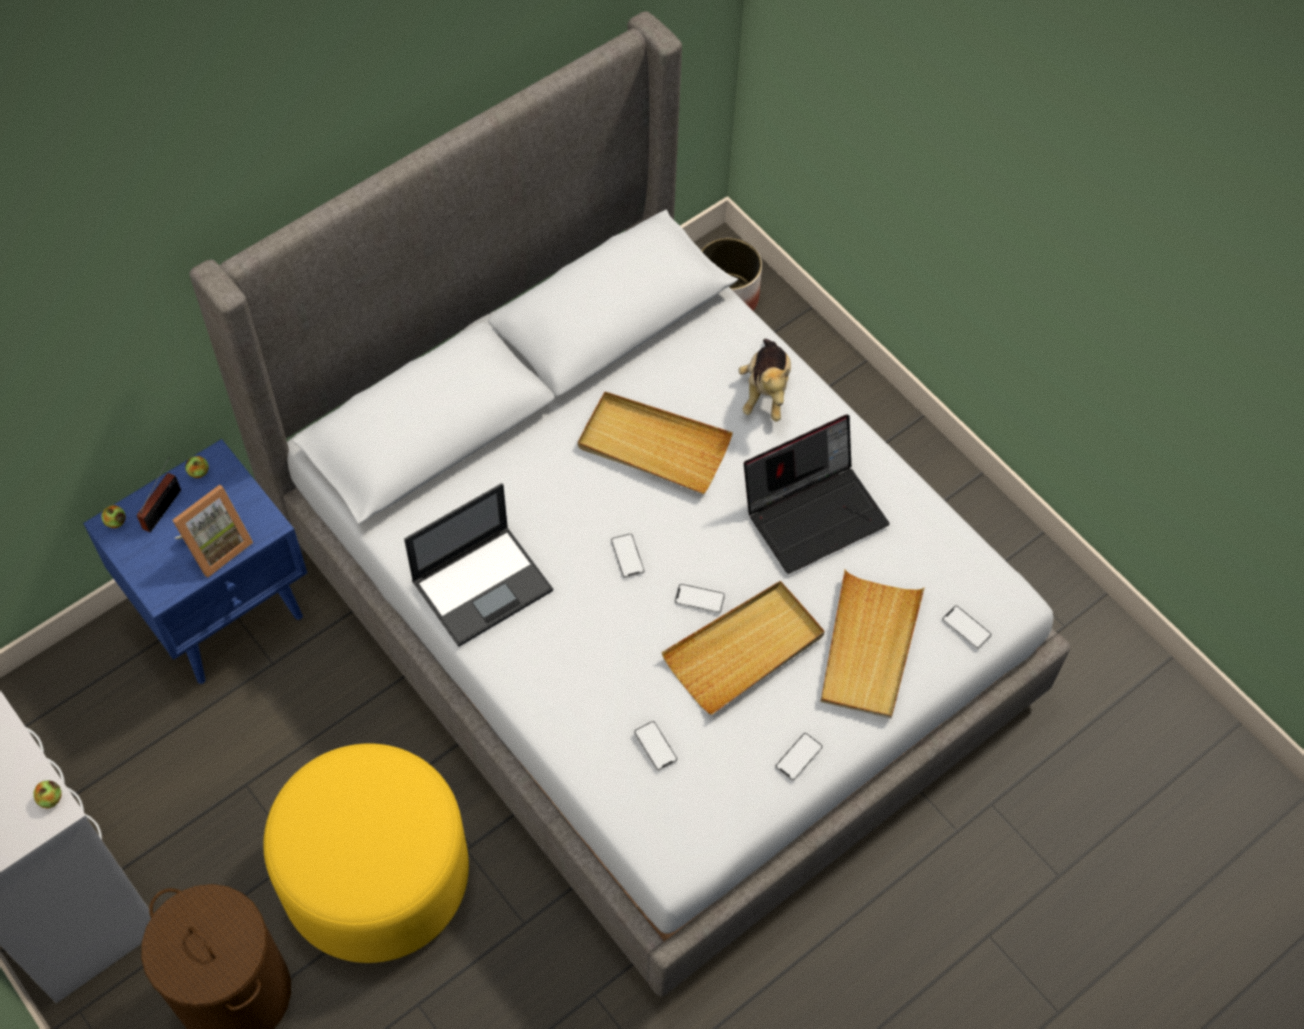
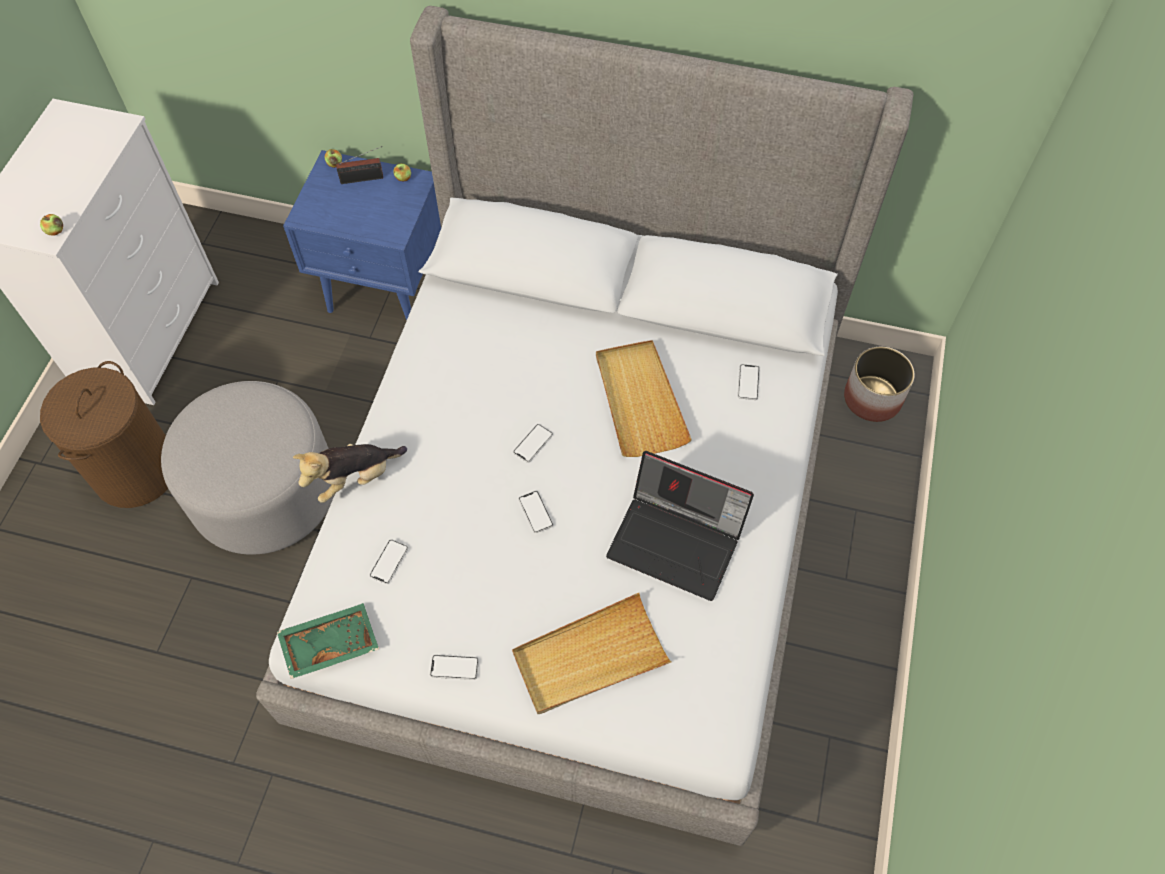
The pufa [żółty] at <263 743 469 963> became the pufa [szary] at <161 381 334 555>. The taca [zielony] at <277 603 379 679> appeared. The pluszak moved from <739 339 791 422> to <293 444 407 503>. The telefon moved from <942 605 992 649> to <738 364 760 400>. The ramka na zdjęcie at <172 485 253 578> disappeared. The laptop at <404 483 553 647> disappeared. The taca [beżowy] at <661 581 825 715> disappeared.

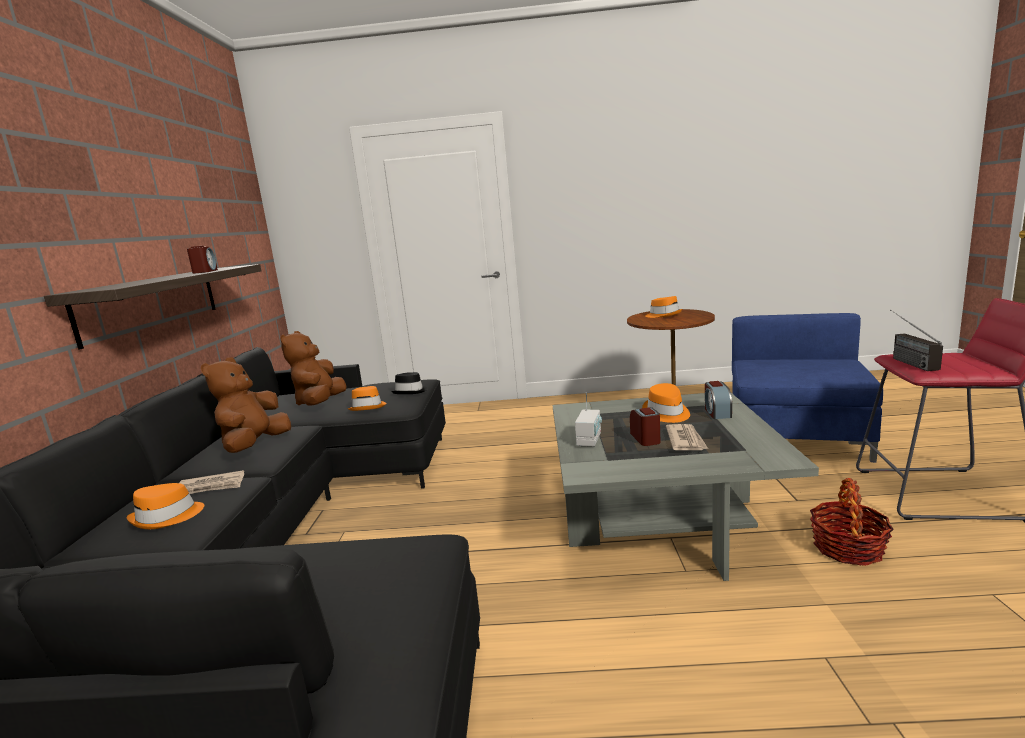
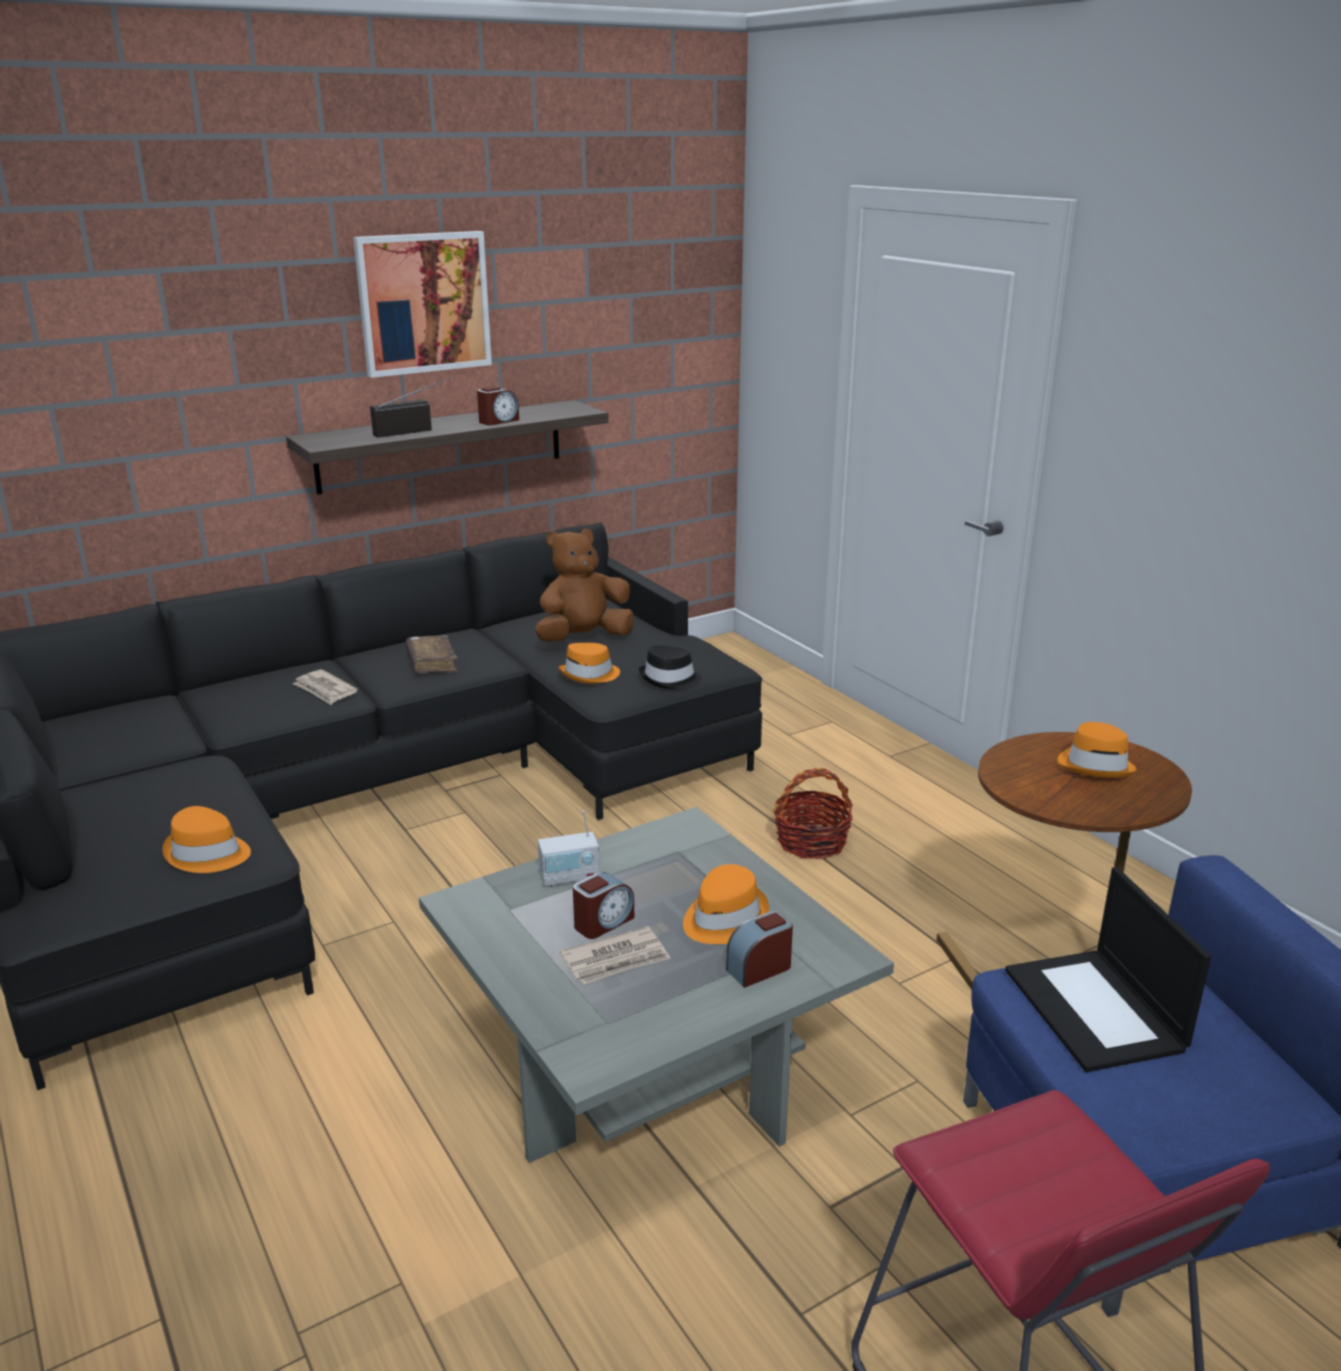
The kapelusz [pomarańczowy] moved from <126 483 204 529> to <162 806 251 873>. The obraz at <353 231 492 378> appeared. The radio moved from <890 310 943 371> to <370 375 456 438>. The pluszak [brązowy] at <201 357 291 453> was replaced by the książka [brązowy] at <405 635 458 673>. The koszyk moved from <810 478 894 566> to <773 768 853 859>. The laptop at <1005 867 1211 1072> appeared.

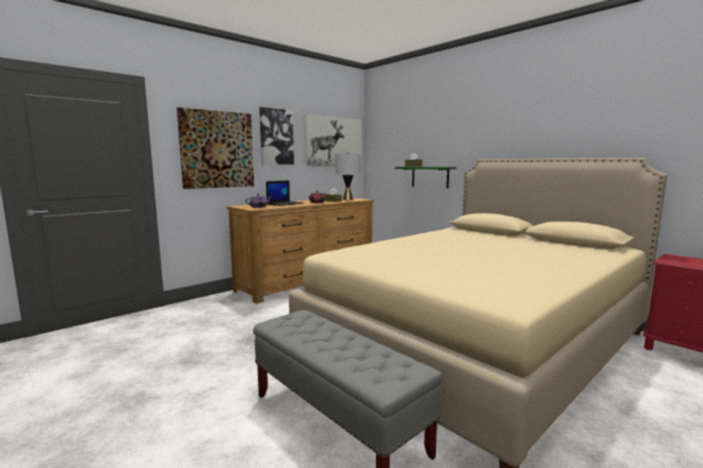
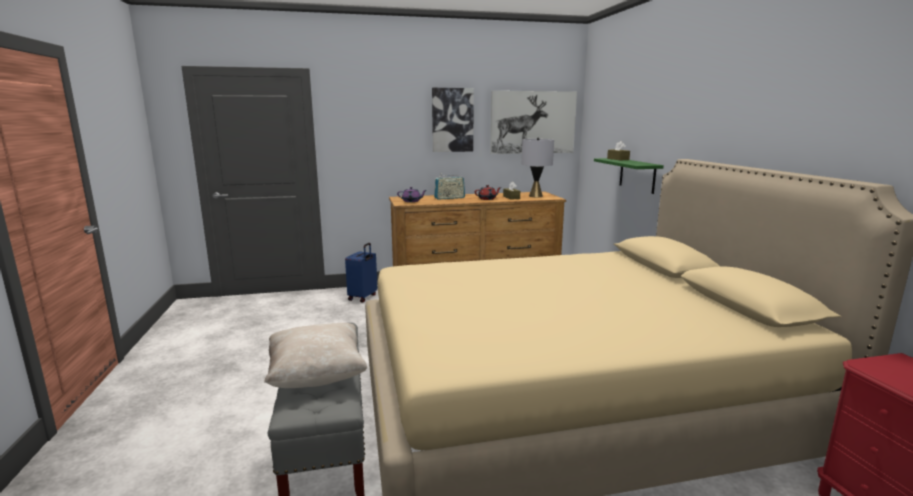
The poduszka [beżowy] at <264 323 367 388> appeared. The walizka [niebieski] at <345 243 377 303> appeared. The laptop at <266 180 303 206> was replaced by the radio at <434 175 465 200>. The obraz at <177 107 254 189> disappeared.

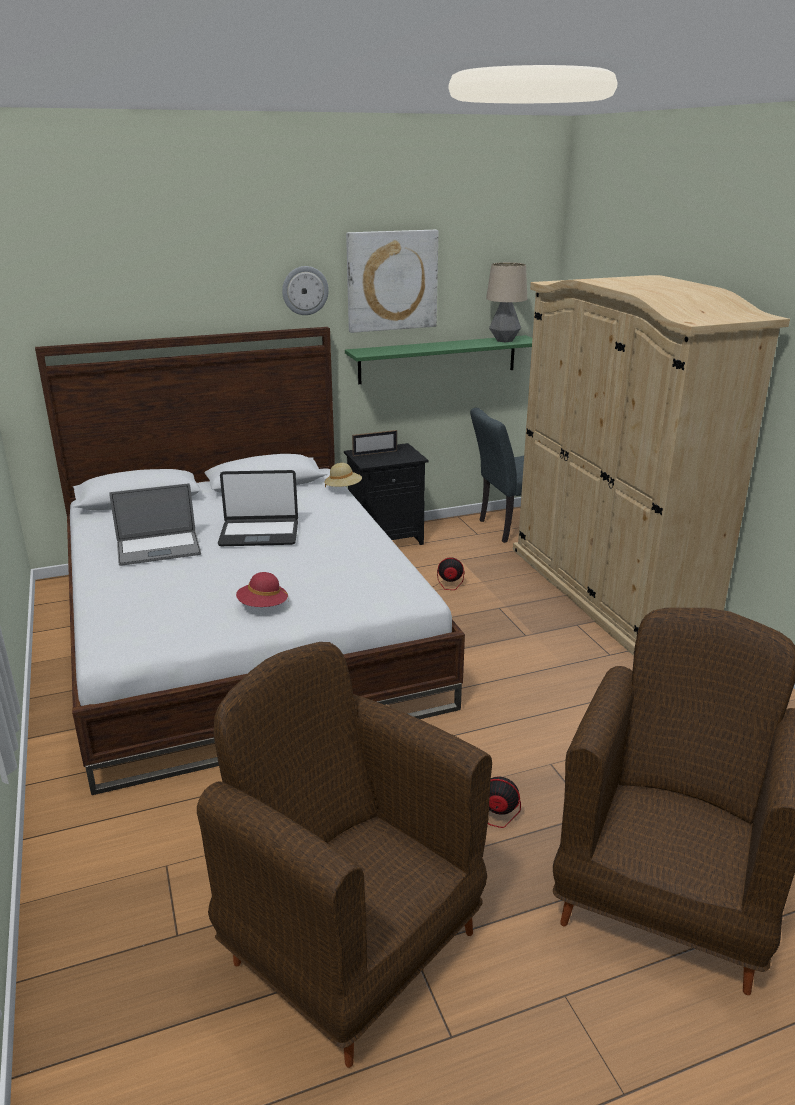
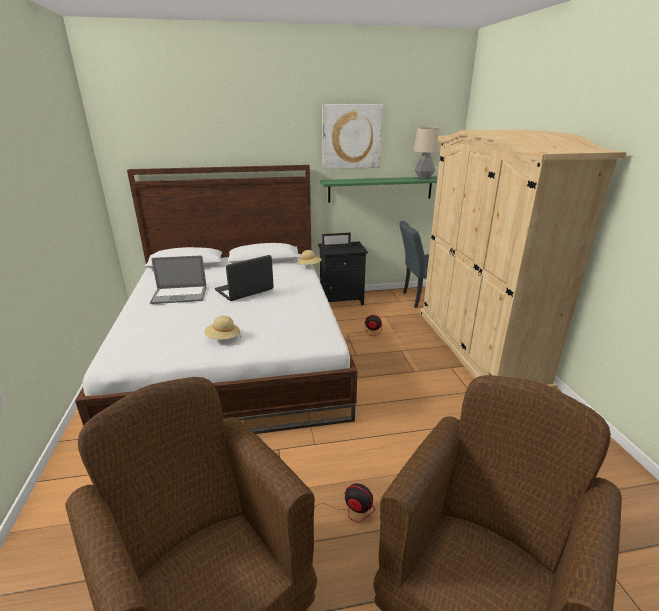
The kapelusz [czerwony] at <236 572 289 607> became the kapelusz [beżowy] at <204 316 241 340>. The laptop at <218 470 298 546> turned 135 degrees clockwise. The zegar ścienny at <282 266 329 315> disappeared.

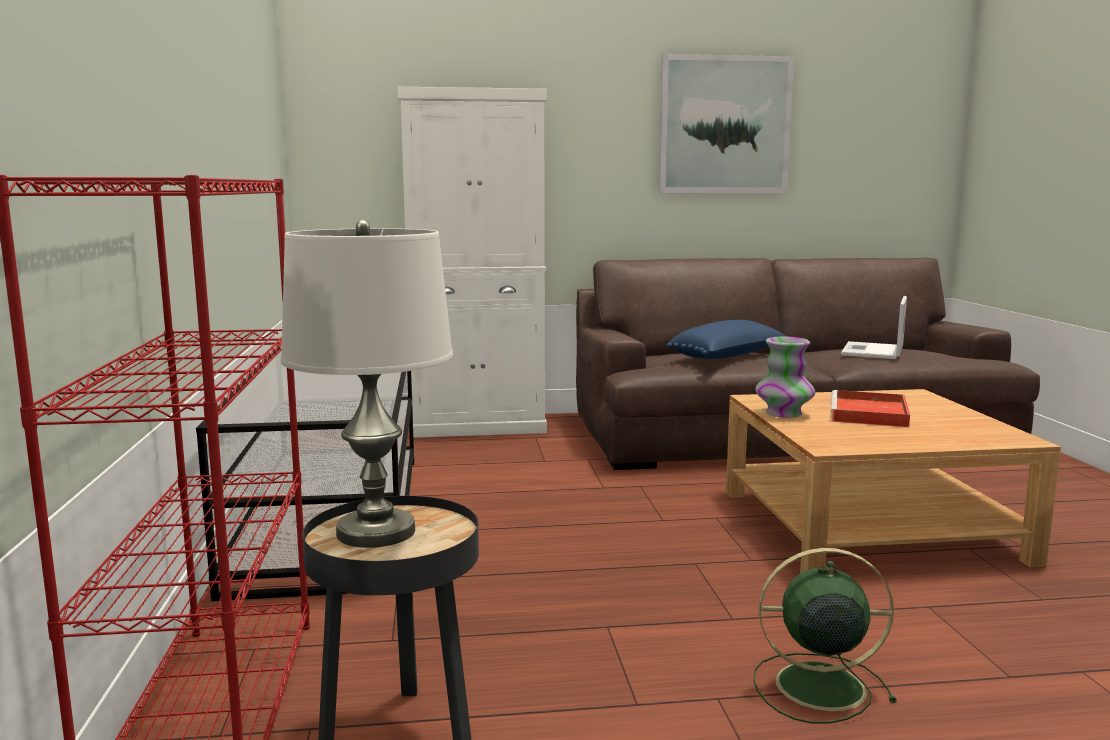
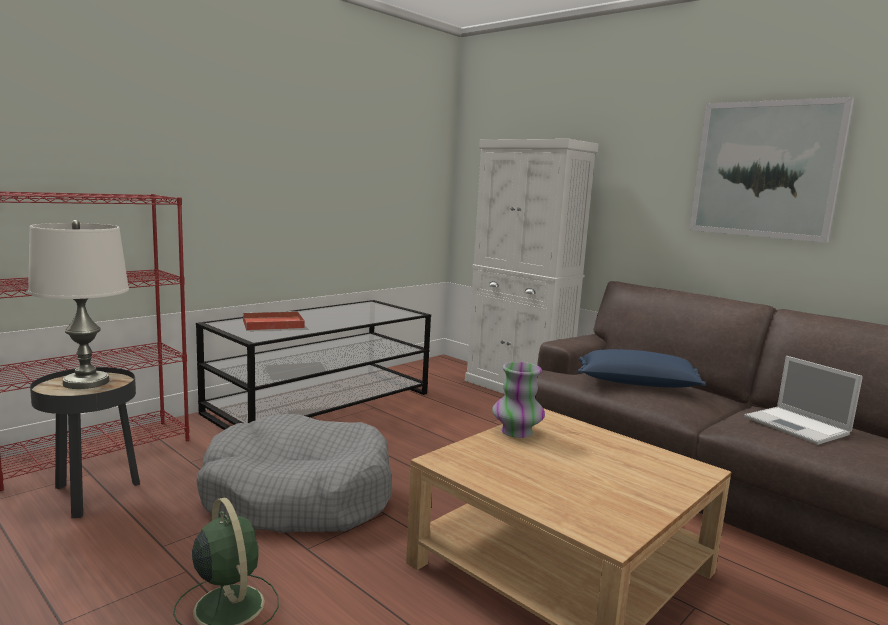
The legowisko [szary] at <196 413 392 533> appeared. The taca [czerwony] moved from <831 390 910 427> to <243 311 305 330>. The laptop at <841 296 907 359> turned 105 degrees counterclockwise.

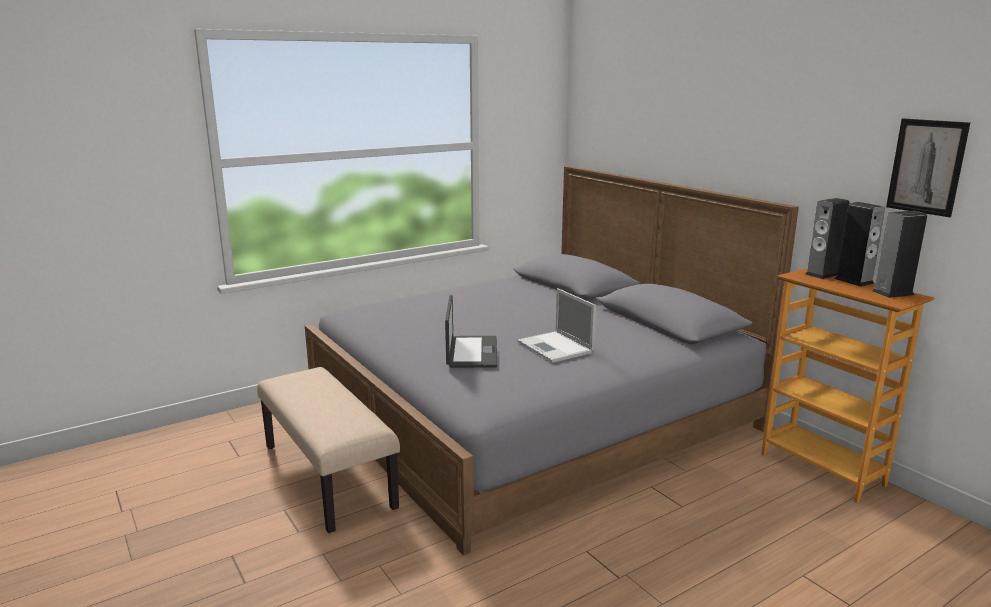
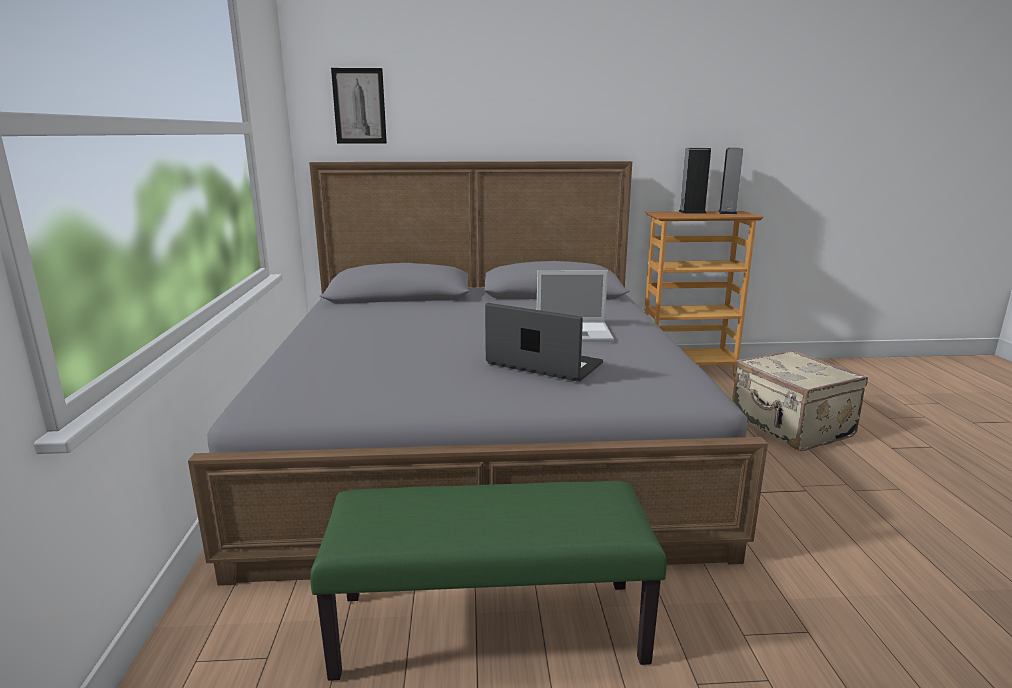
The ławka [beżowy] at <257 367 400 533> became the ławka [zielony] at <310 481 667 681>. The obraz moved from <886 119 970 217> to <331 68 387 144>. The walizka [beżowy] at <732 350 868 451> appeared. The głośnik at <805 198 850 279> disappeared.

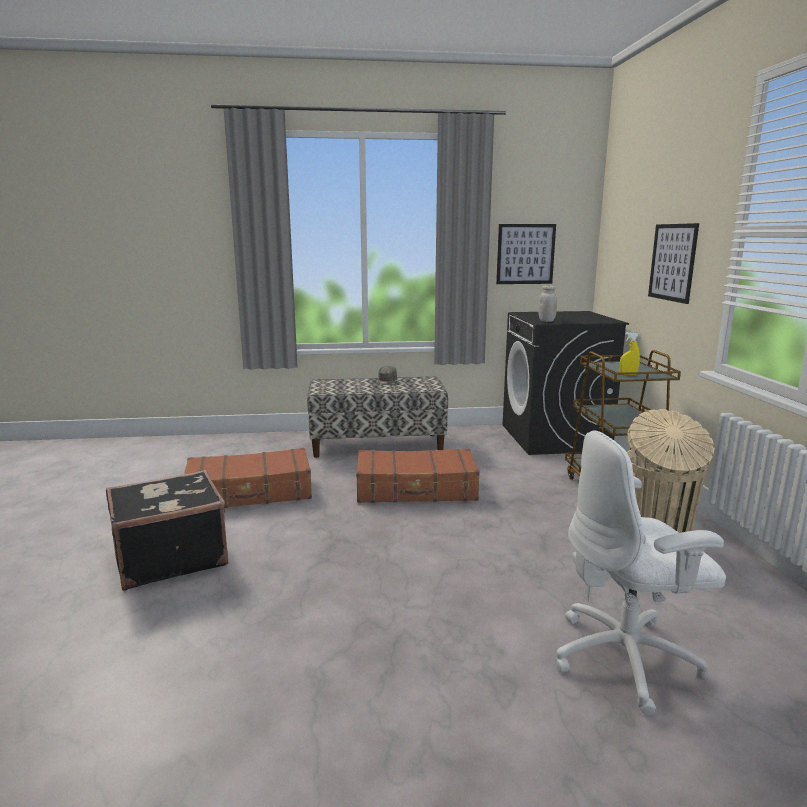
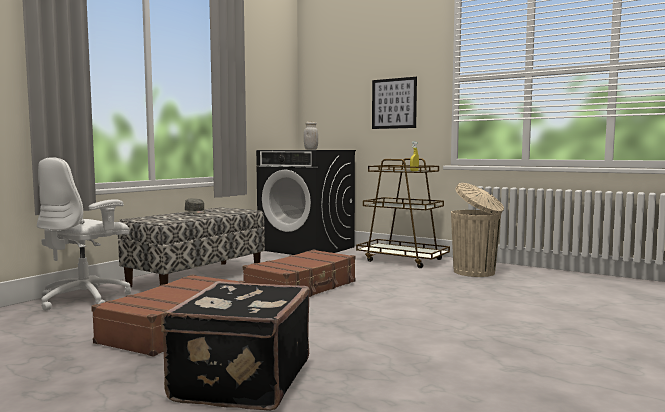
The krzesło biurowe [biały] moved from <555 430 726 716> to <37 157 131 311>. The obraz at <496 224 556 284> disappeared.

